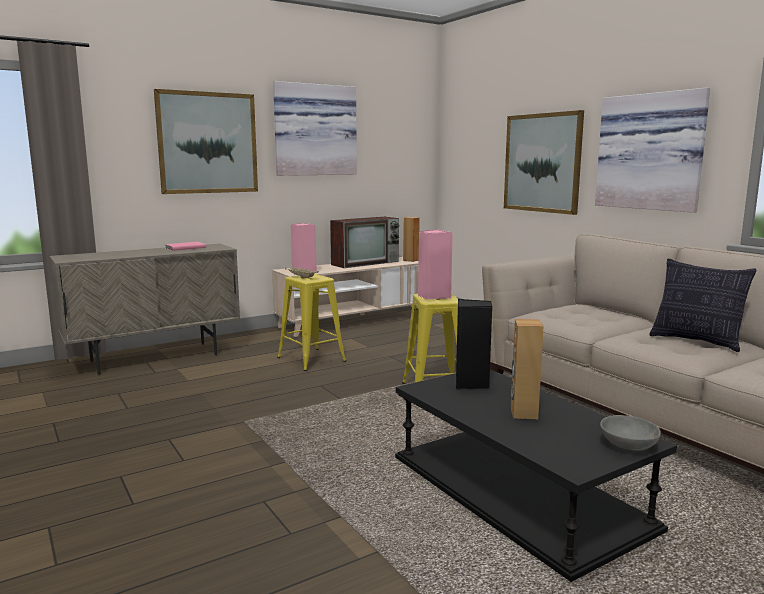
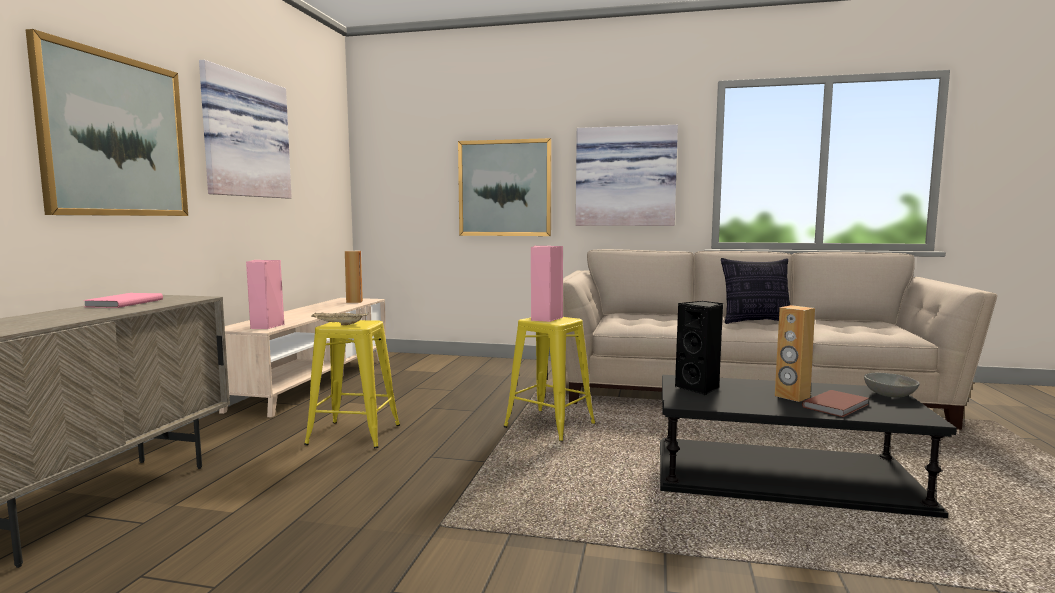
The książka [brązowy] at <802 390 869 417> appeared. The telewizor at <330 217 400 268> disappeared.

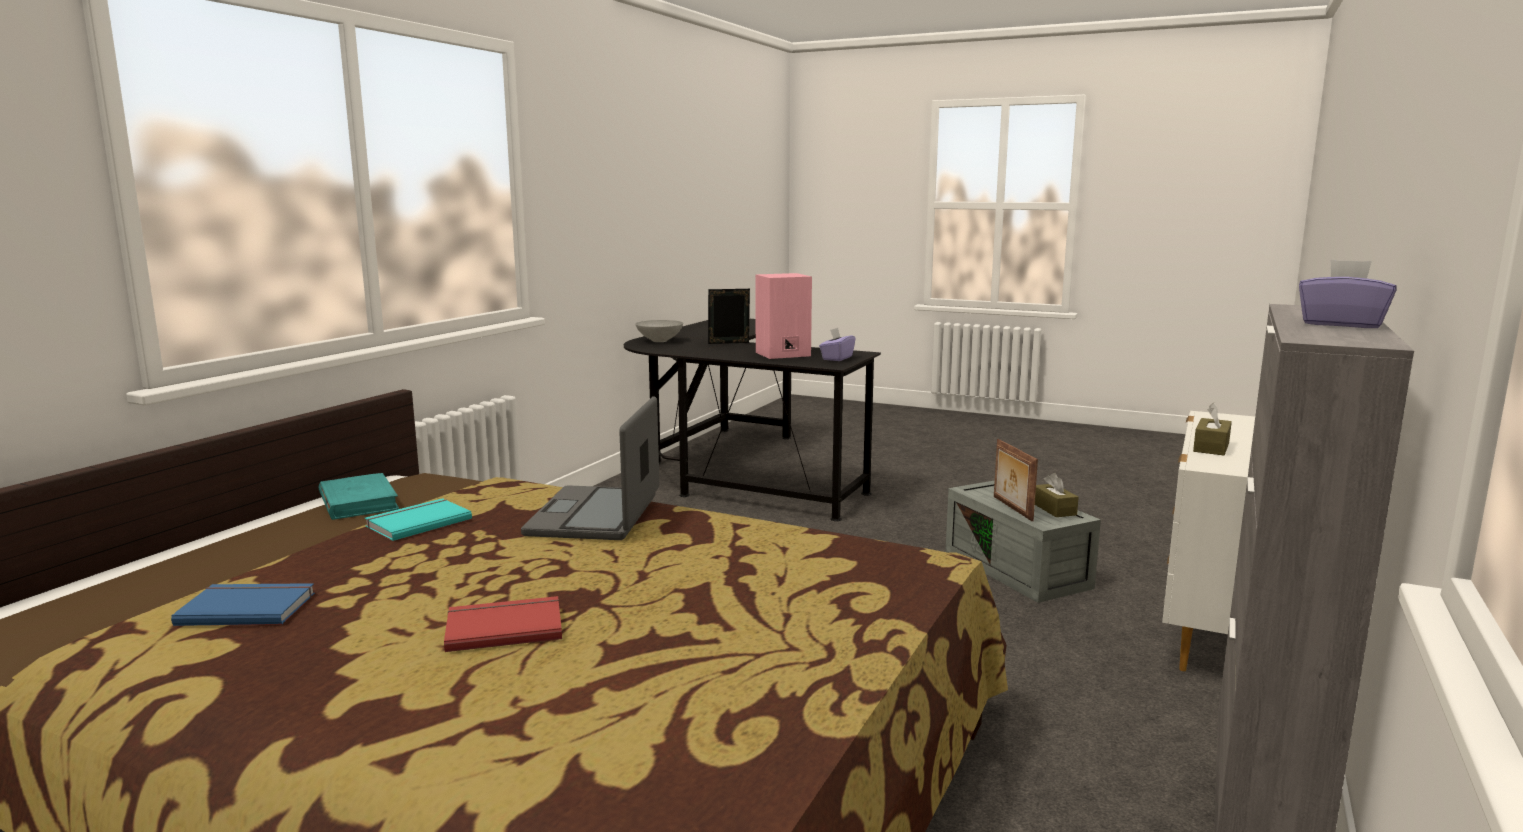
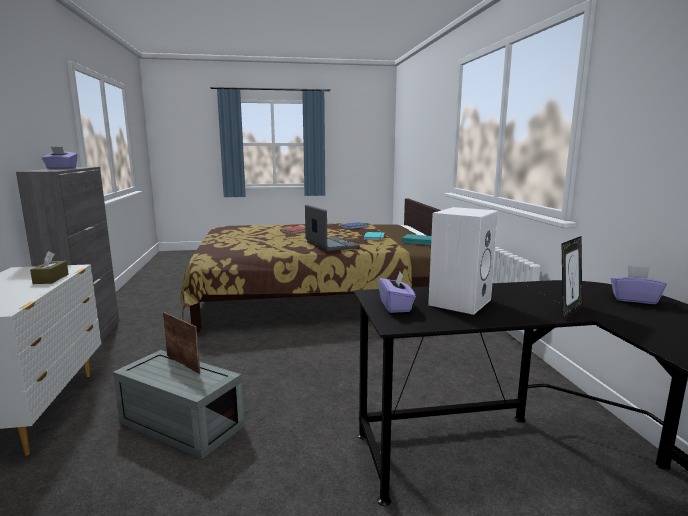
The głośnik [różowy] at <756 273 812 359> became the głośnik [biały] at <428 207 498 315>. The miska [szary] at <635 320 683 342> was replaced by the pudełko chusteczek [fioletowy] at <611 265 666 304>. The pudełko chusteczek [brązowy] at <1035 473 1079 517> disappeared.

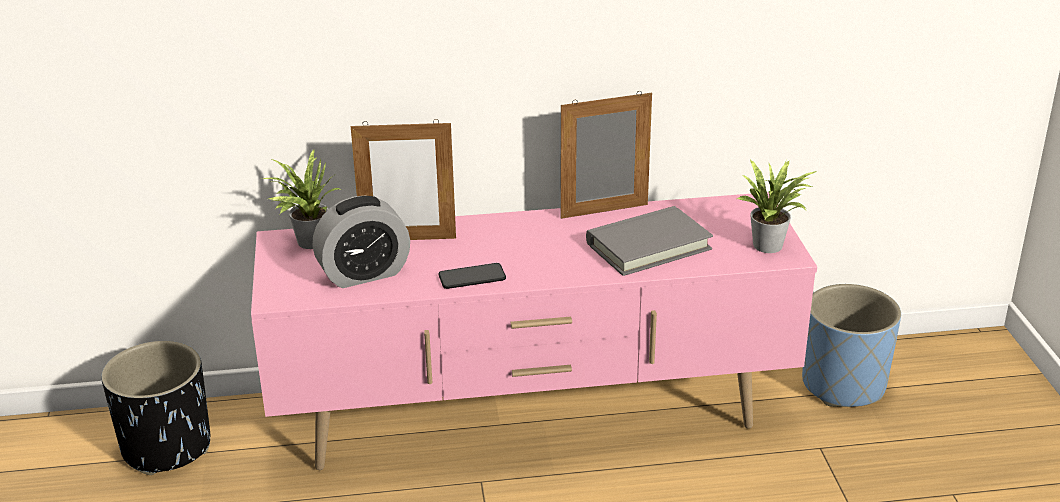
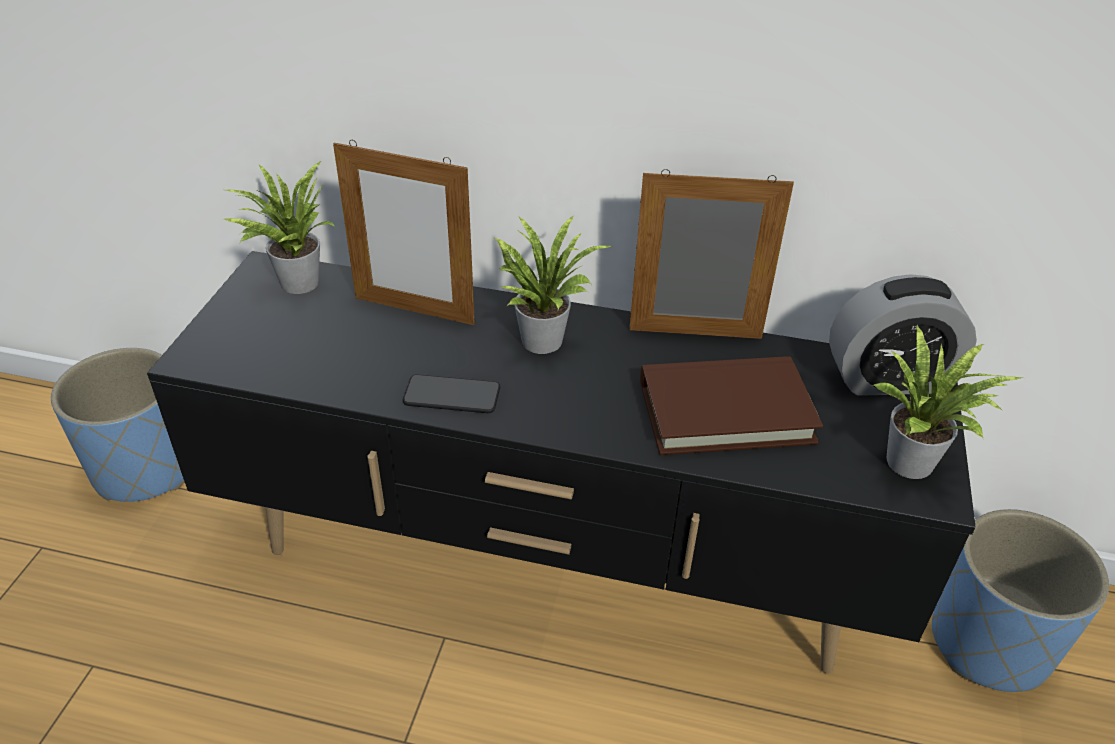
The donica [czarny] at <101 341 210 475> became the donica [niebieski] at <51 348 184 502>. The szafka pod telewizor [różowy] at <251 192 817 470> became the szafka pod telewizor [czarny] at <147 251 976 674>. The roślina doniczkowa at <494 216 612 354> appeared. The książka [szary] at <586 206 713 276> became the książka [brązowy] at <640 356 823 455>. The budzik moved from <313 196 410 288> to <829 274 977 396>.

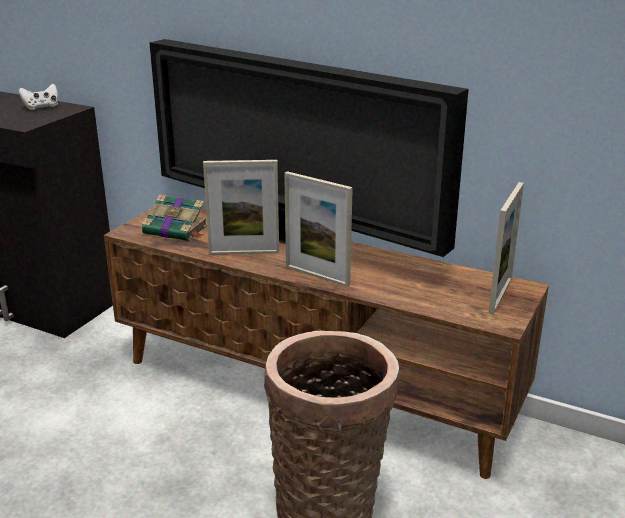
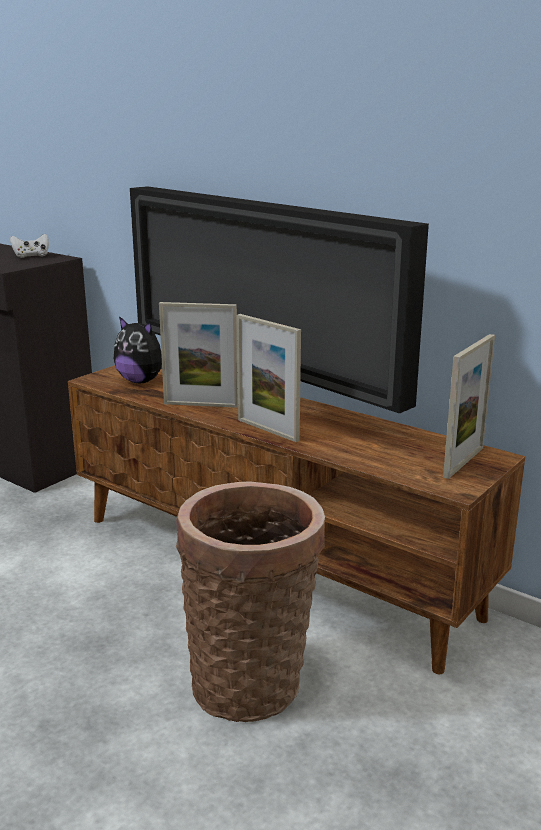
The książka at <142 194 207 241> was replaced by the pluszak at <114 316 162 383>.

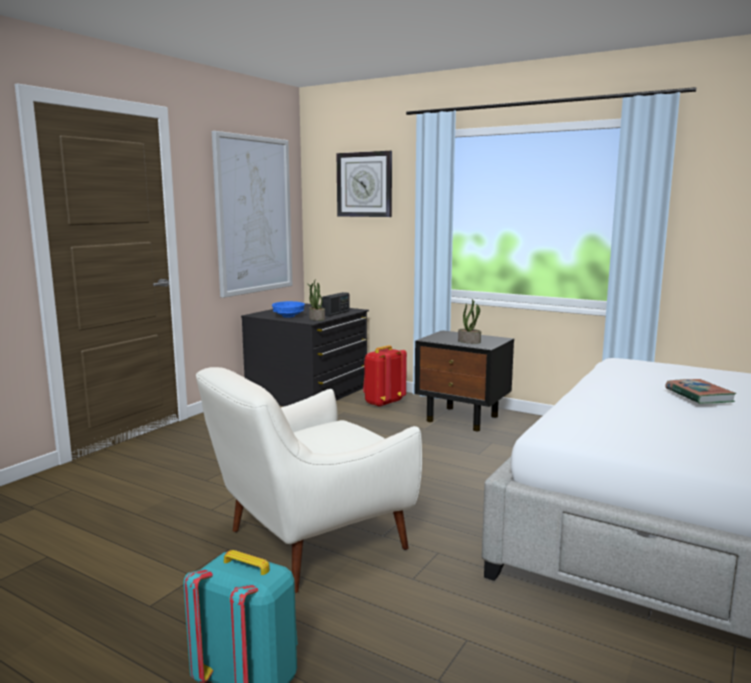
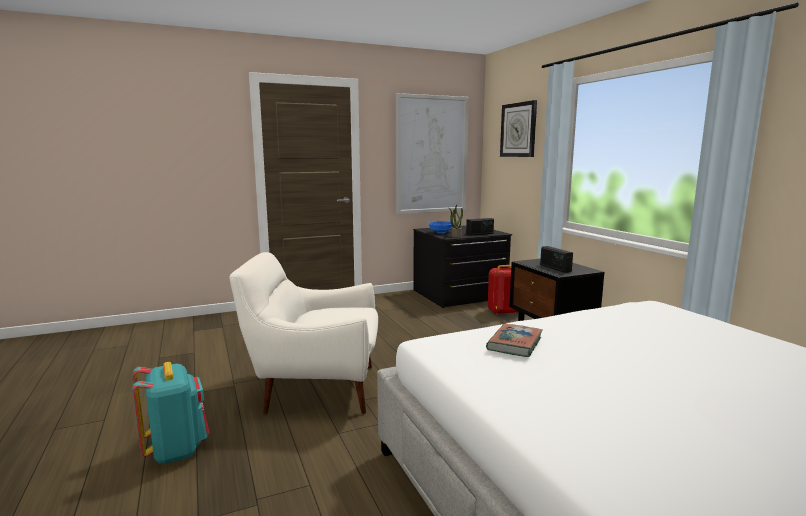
The książka moved from <665 379 737 404> to <486 324 543 357>. The roślina doniczkowa at <458 299 481 344> was replaced by the radio at <540 246 573 273>.

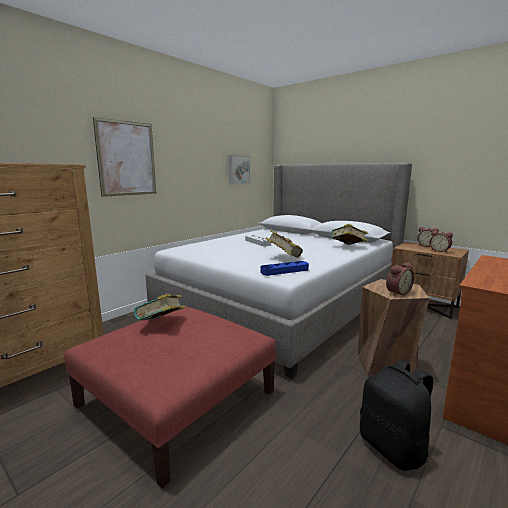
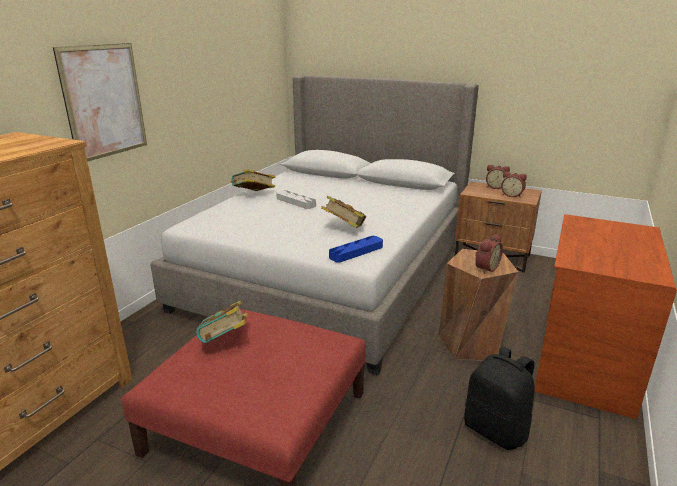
The książka moved from <331 224 368 245> to <231 169 275 191>. The obraz at <229 155 250 184> disappeared.

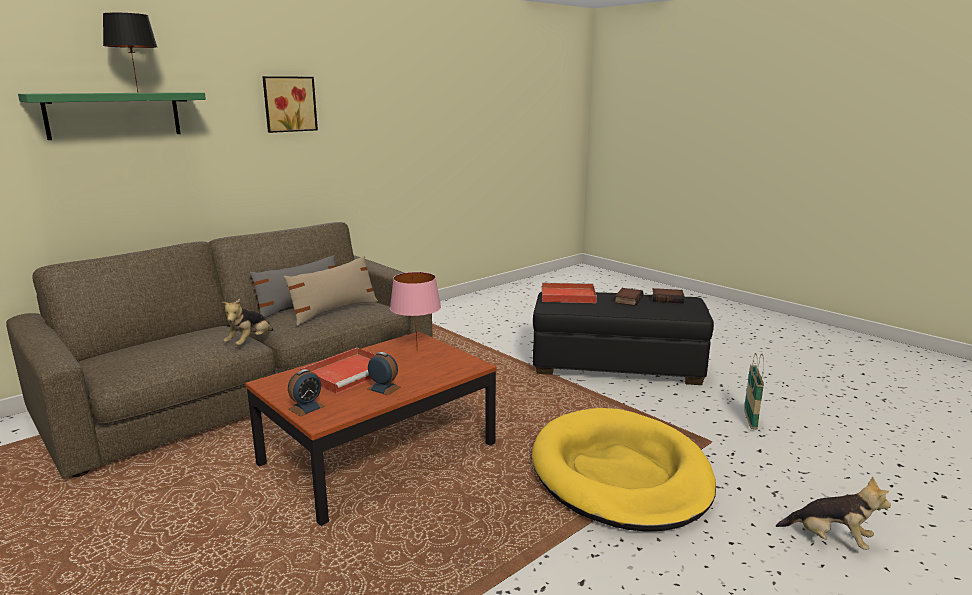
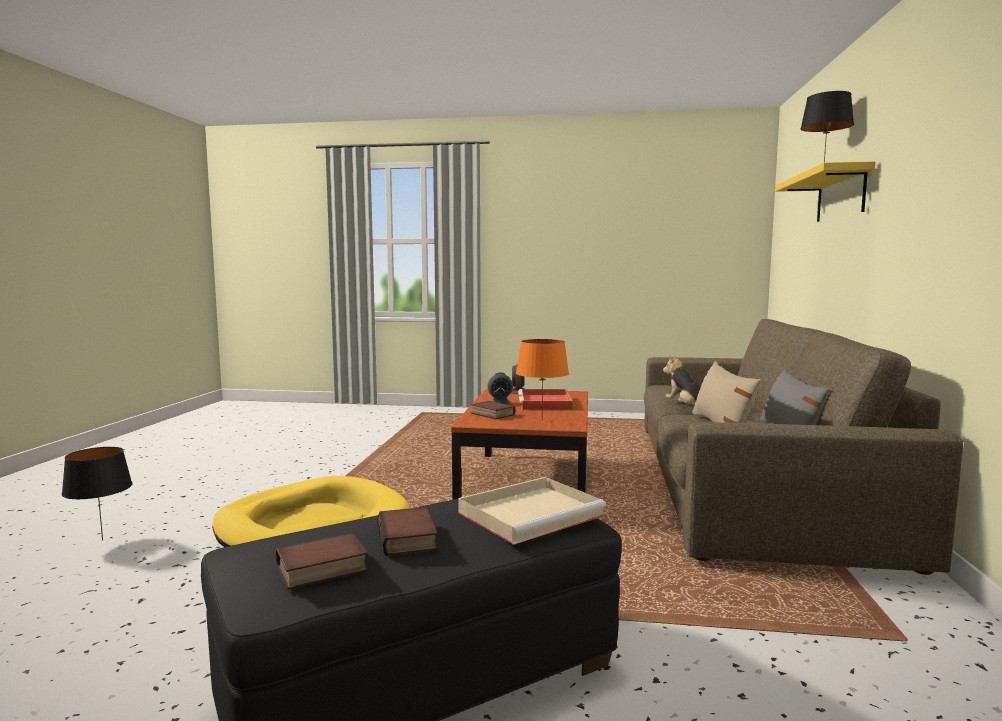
The pluszak at <776 476 891 550> was replaced by the lampa stołowa [czarny] at <62 447 132 541>. The taca [czerwony] at <542 282 597 303> became the taca [beżowy] at <458 477 606 545>. The książka at <471 401 515 419> appeared. The lampa stołowa [różowy] at <390 272 441 344> became the lampa stołowa [pomarańczowy] at <516 339 569 415>. The półka [zielony] at <18 92 206 140> became the półka [żółty] at <775 161 876 222>. The obraz at <262 76 318 133> disappeared. The koszyk at <744 353 764 429> disappeared.

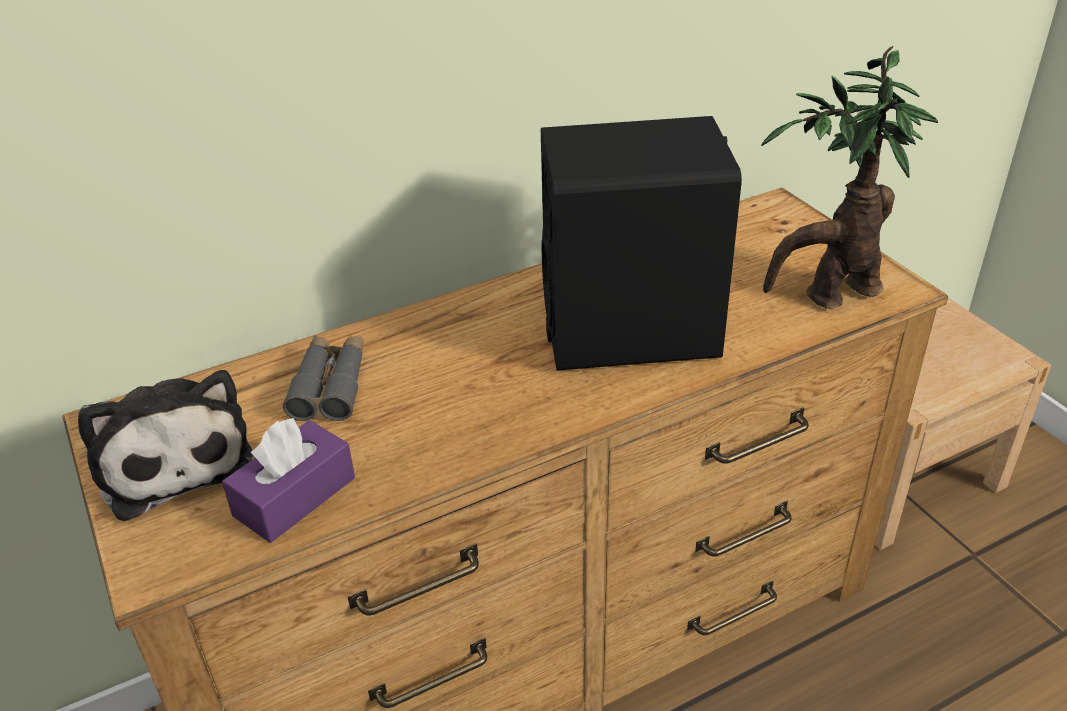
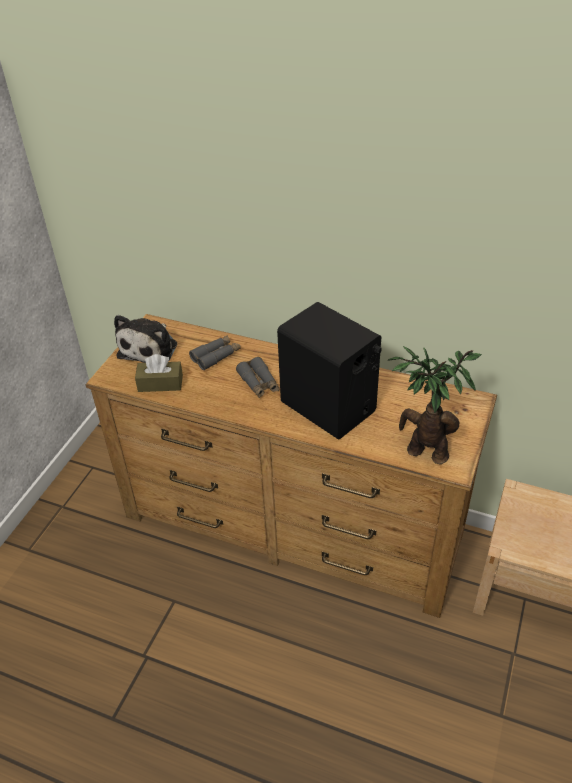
The pudełko chusteczek [fioletowy] at <222 418 355 543> became the pudełko chusteczek [brązowy] at <135 354 183 392>. The lornetka [szary] at <236 357 280 398> appeared.

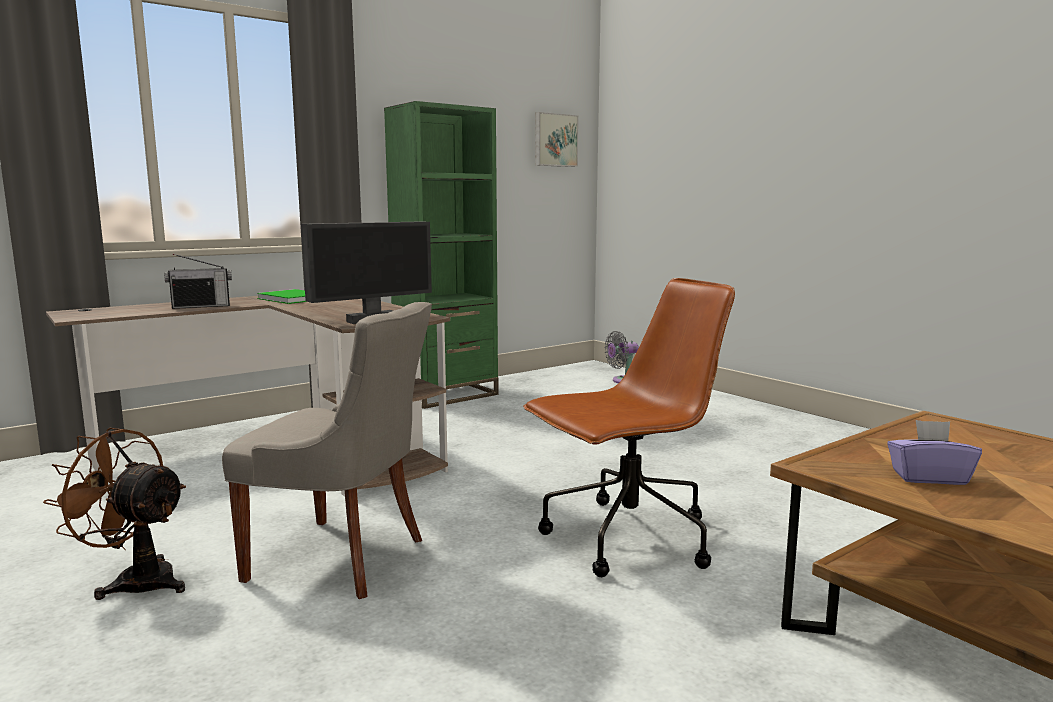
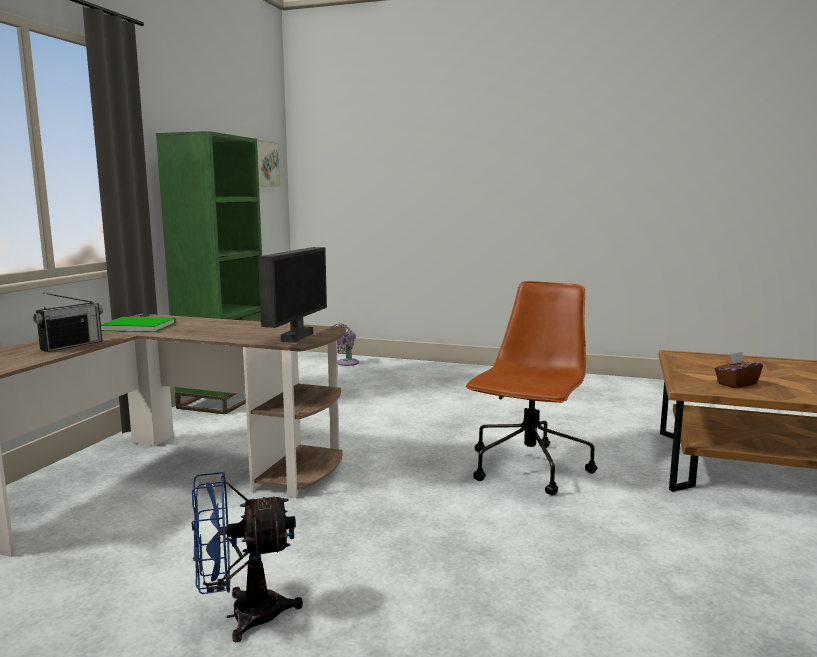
The wentylator [brązowy] at <43 428 186 600> became the wentylator [niebieski] at <191 472 303 642>. The pudełko chusteczek [fioletowy] at <887 420 982 485> became the pudełko chusteczek [brązowy] at <715 352 763 388>. The krzesło [szary] at <222 302 432 599> disappeared.

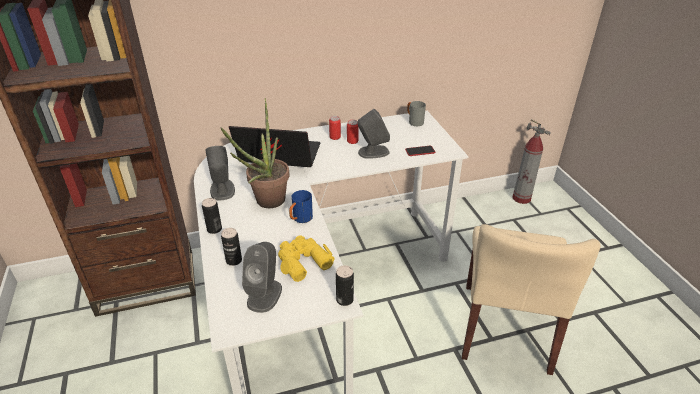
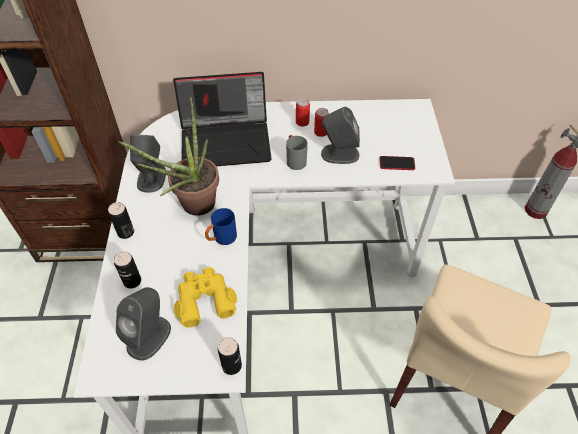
The laptop at <229 126 320 167> turned 150 degrees clockwise. The kubek [szary] moved from <407 101 426 126> to <286 135 308 170>.

